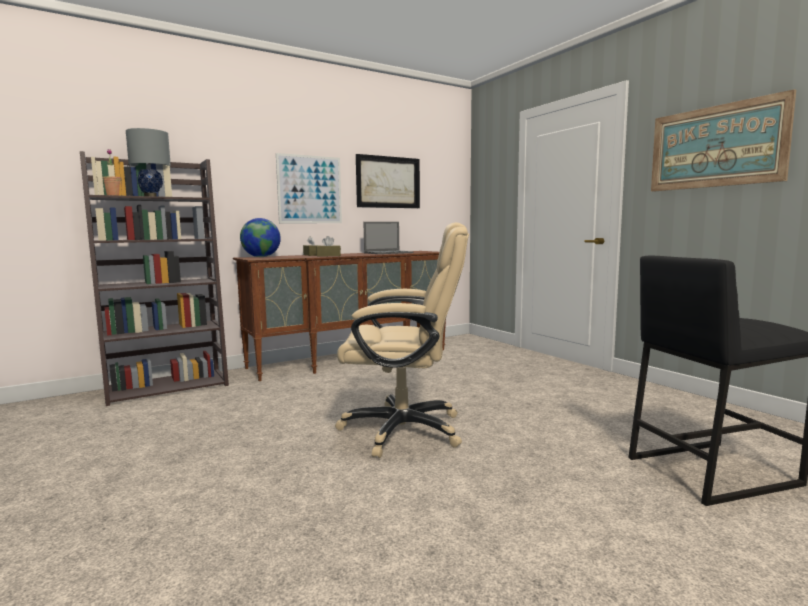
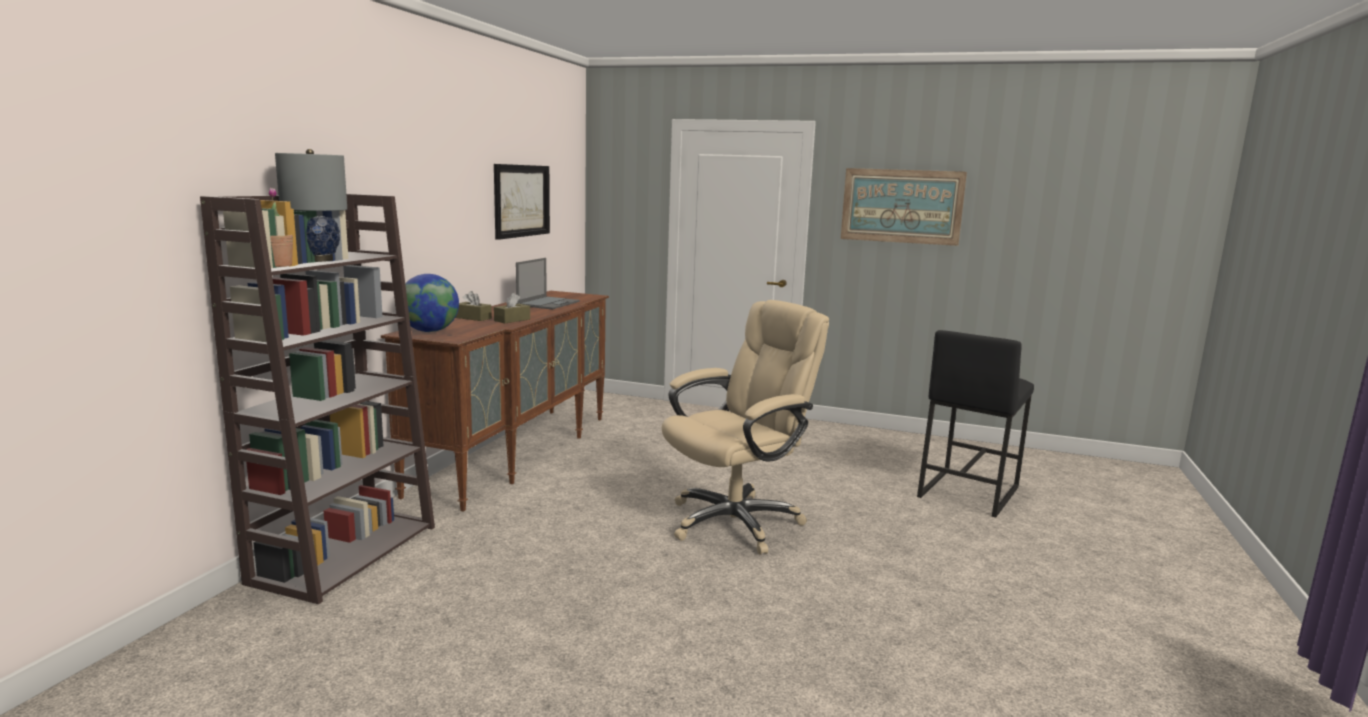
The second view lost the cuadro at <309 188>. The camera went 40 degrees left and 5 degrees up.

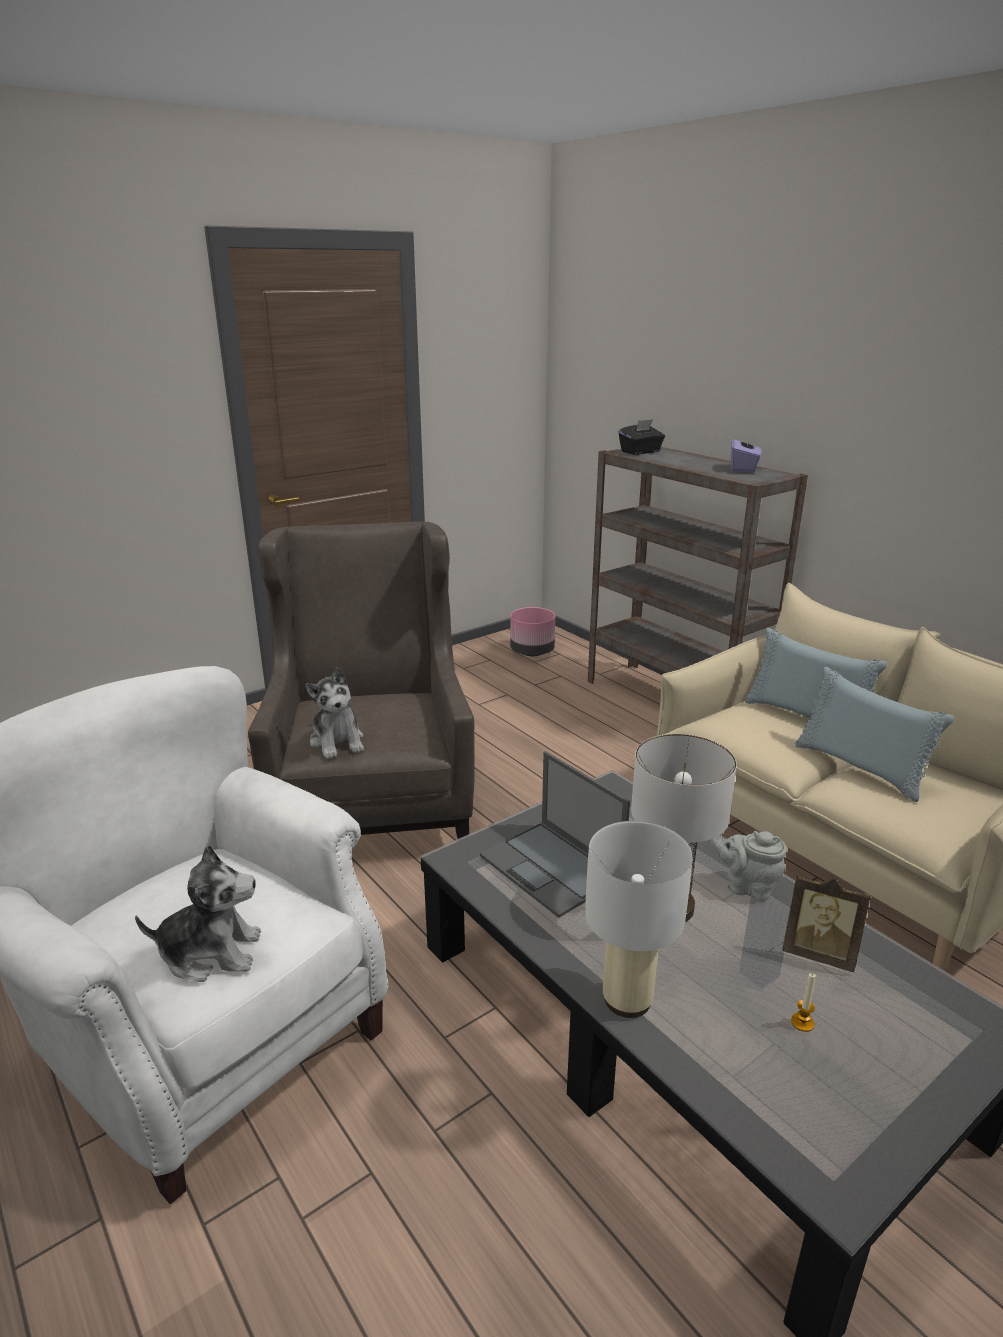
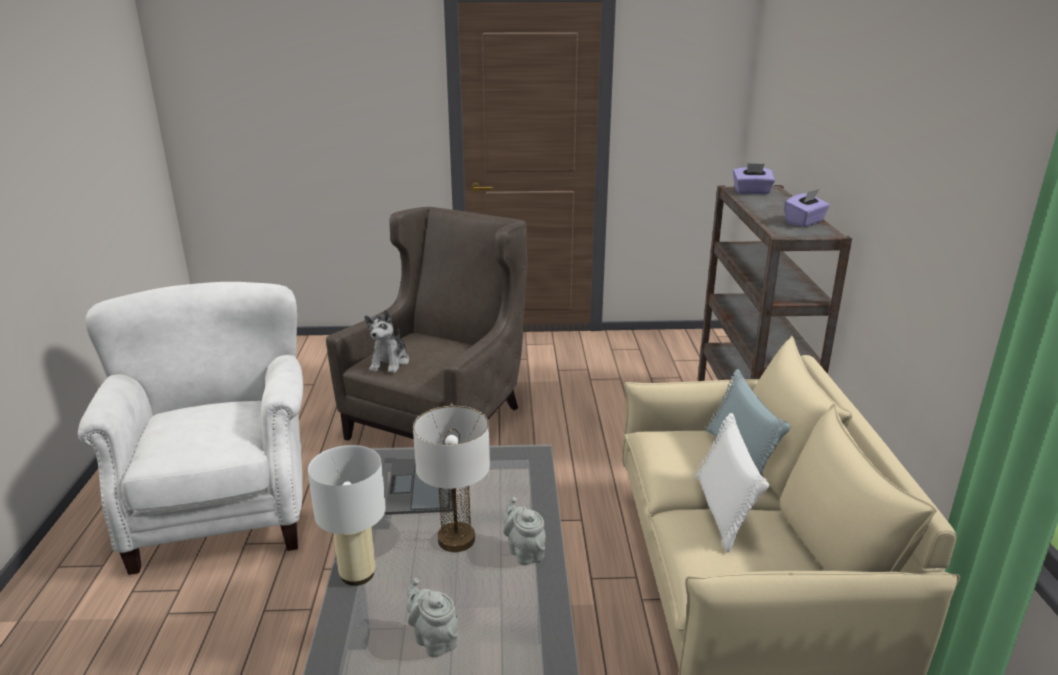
The second view lost the peluche at <198 913>. The second view lost the maceta/rosa at <532 631>. What was the caja de pañuelos/negro at <642 437> turned into the caja de pañuelos/morado at <754 178>. The second view lost the portarretratos at <826 924>. Where the vela stood at <803 1002>, the tetera/gris came to stand at <432 617>. What was the cojín/azul at <874 734> turned into the cojín/blanco at <731 482>. The camera went 35 degrees right and 0 degrees up.

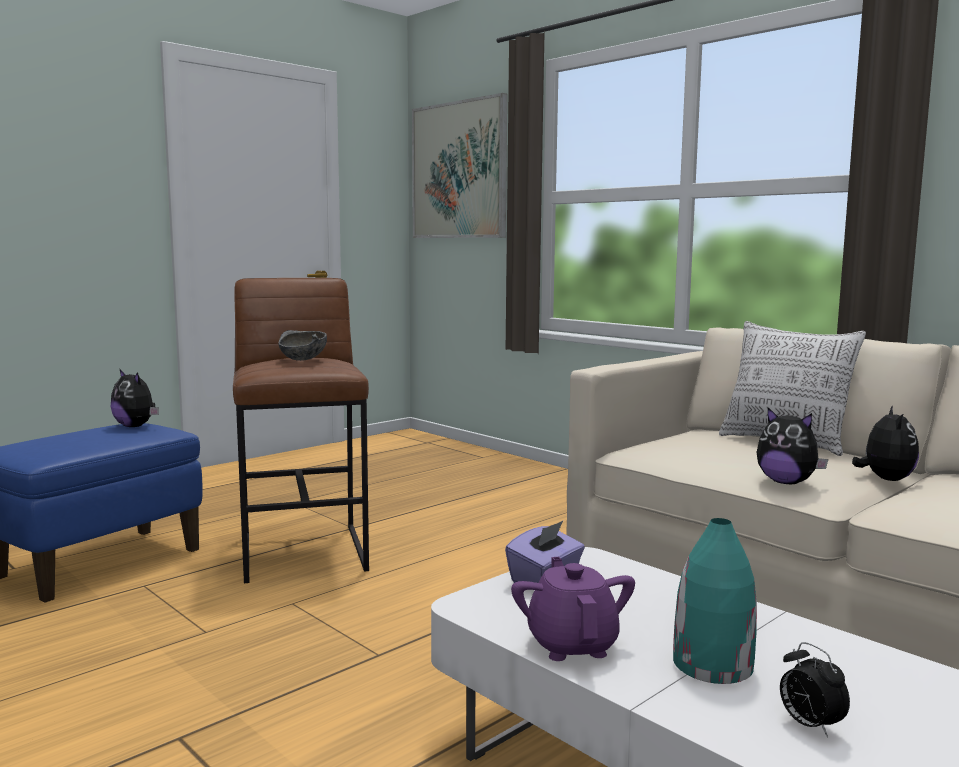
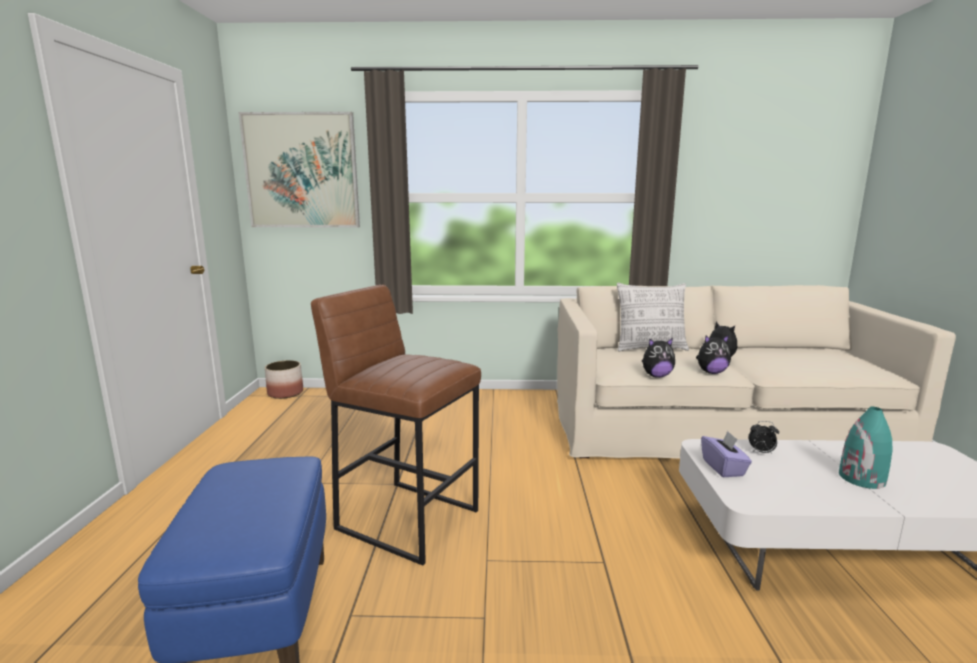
The peluche ended up elsewhere, having gone from <135 398> to <658 358>. The second view lost the cuenco/gris at <303 345>. The second view lost the tetera/morado at <573 609>. The despertador ended up elsewhere, having gone from <815 690> to <764 437>. The second view gained the maceta at <284 379>. The camera went 45 degrees left and 5 degrees up.

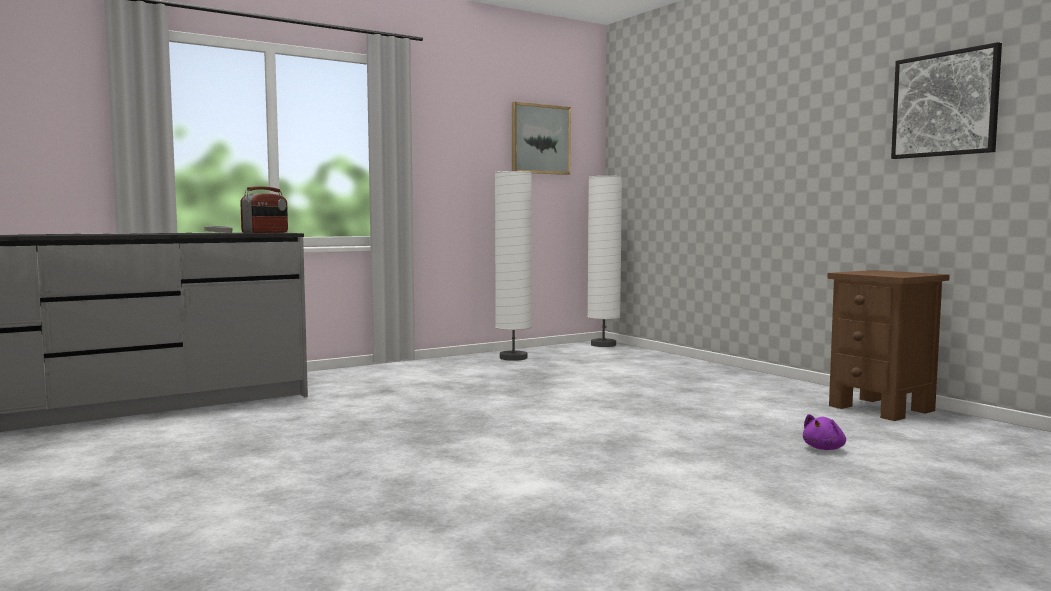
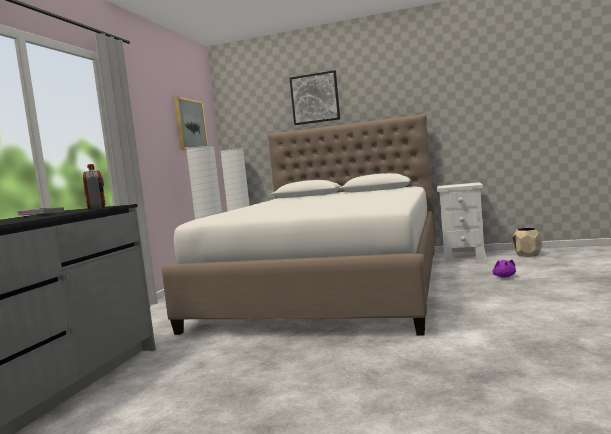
What was the mesita de noche/marrón at <888 345> turned into the mesita de noche/blanco at <461 221>. The cuadro ended up elsewhere, having gone from <946 100> to <315 97>. The second view gained the cama/blanco at <299 225>. The second view gained the maceta/beis at <527 242>. The camera went 40 degrees left and 0 degrees up.

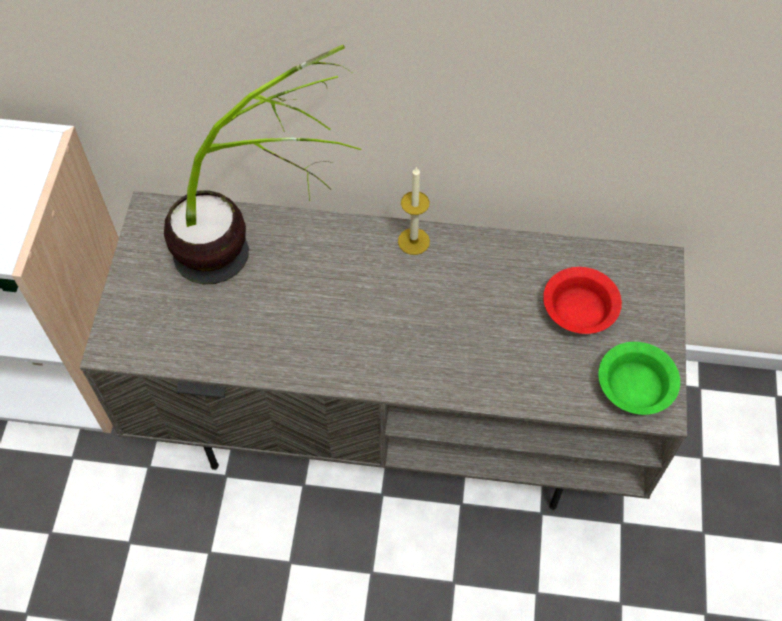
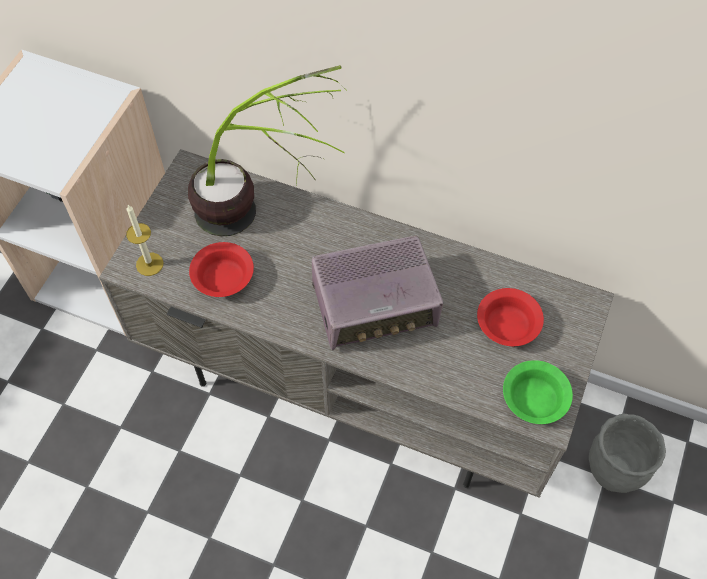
The vela ended up elsewhere, having gone from <414 210> to <144 240>. The second view gained the cuenco/rojo at <221 269>. The second view gained the radio at <377 293>. The second view gained the maceta/gris at <627 453>. The camera went 15 degrees right and 0 degrees up.

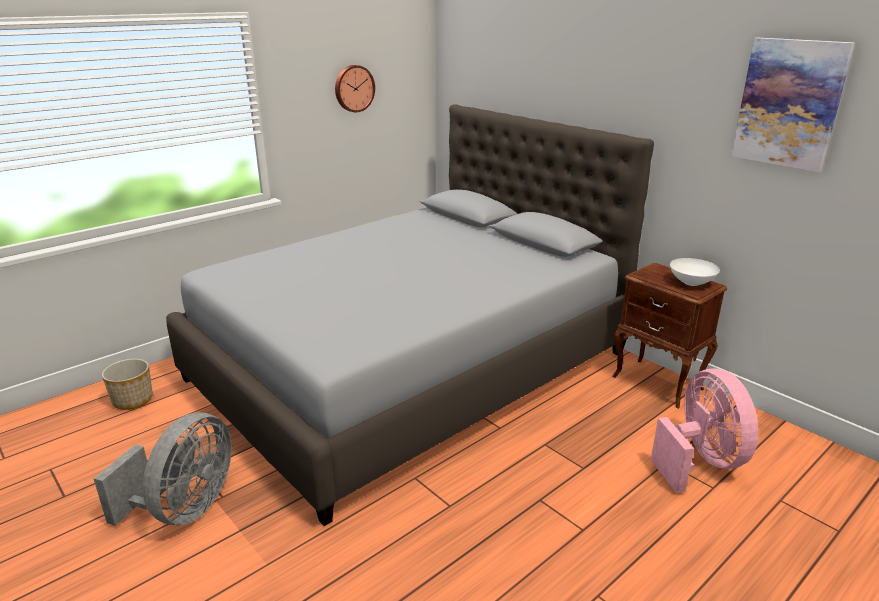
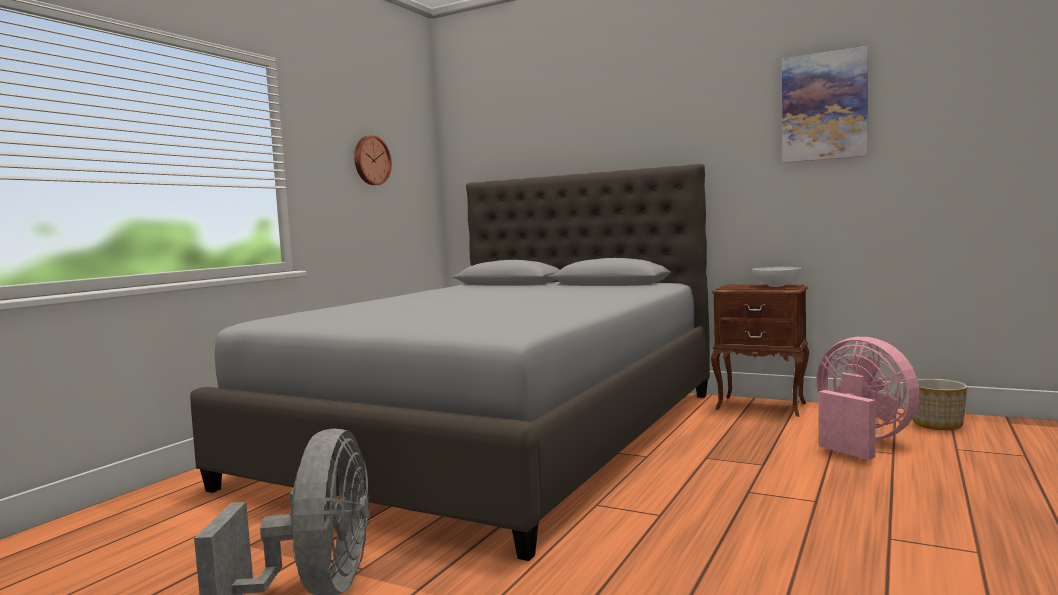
The maceta ended up elsewhere, having gone from <127 384> to <940 404>. The camera went 20 degrees left and 20 degrees down.

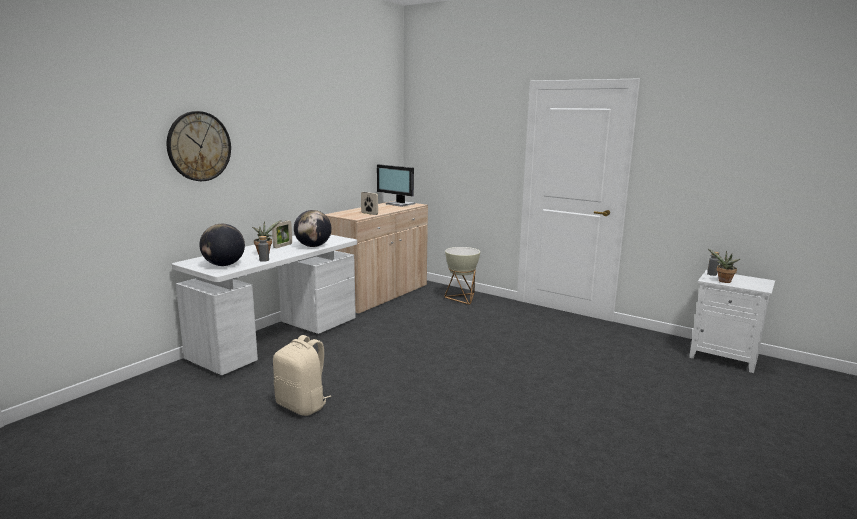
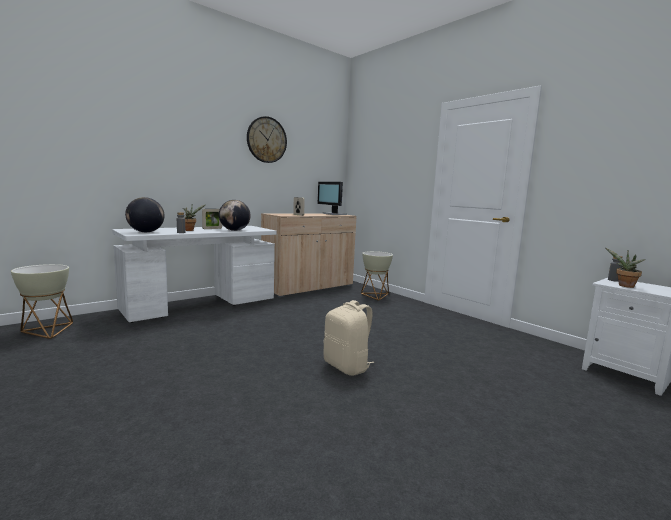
The reloj de pared ended up elsewhere, having gone from <199 146> to <267 139>. The mochila/beis ended up elsewhere, having gone from <302 375> to <349 338>. The second view gained the maceta at <42 301>. The camera went 15 degrees right and 5 degrees down.

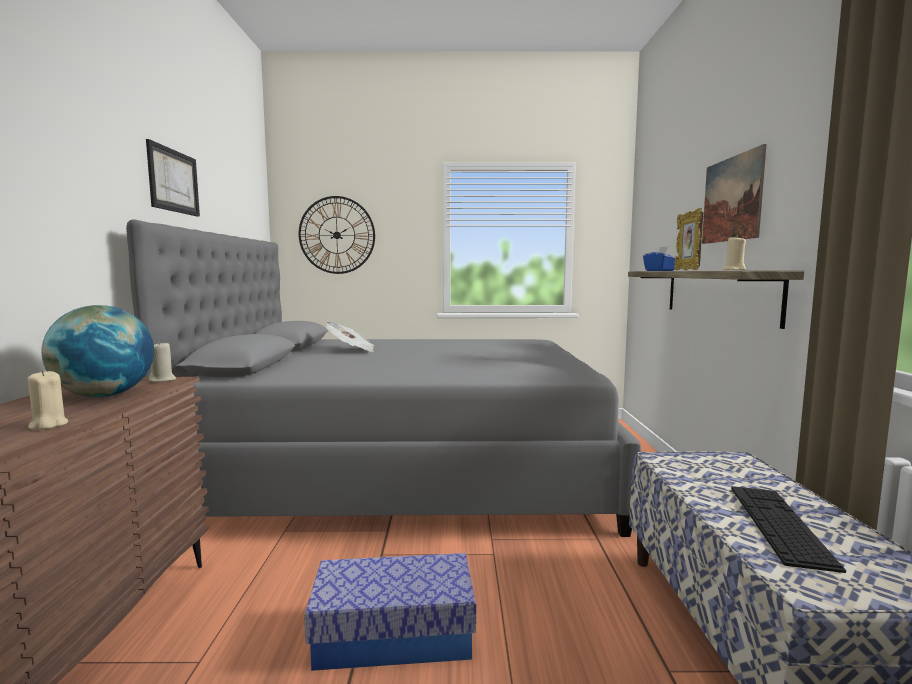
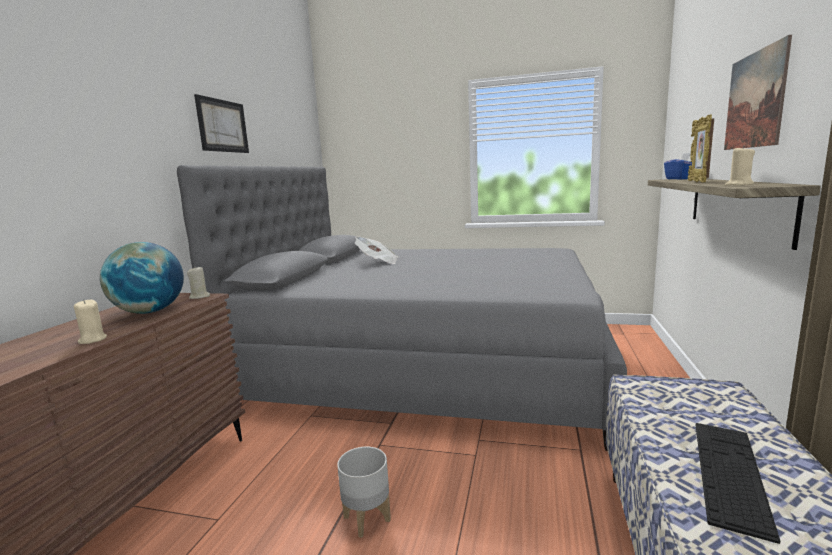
The second view lost the reloj de pared at <337 235>. Where the caja de almacenaje stood at <390 612>, the maceta/gris came to stand at <364 492>. The camera went 15 degrees right and 5 degrees up.

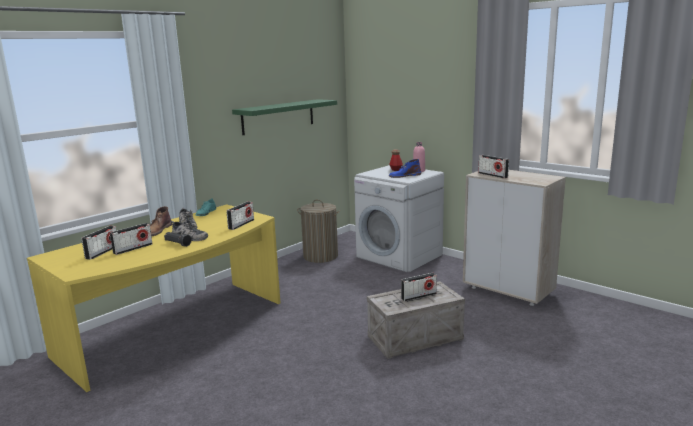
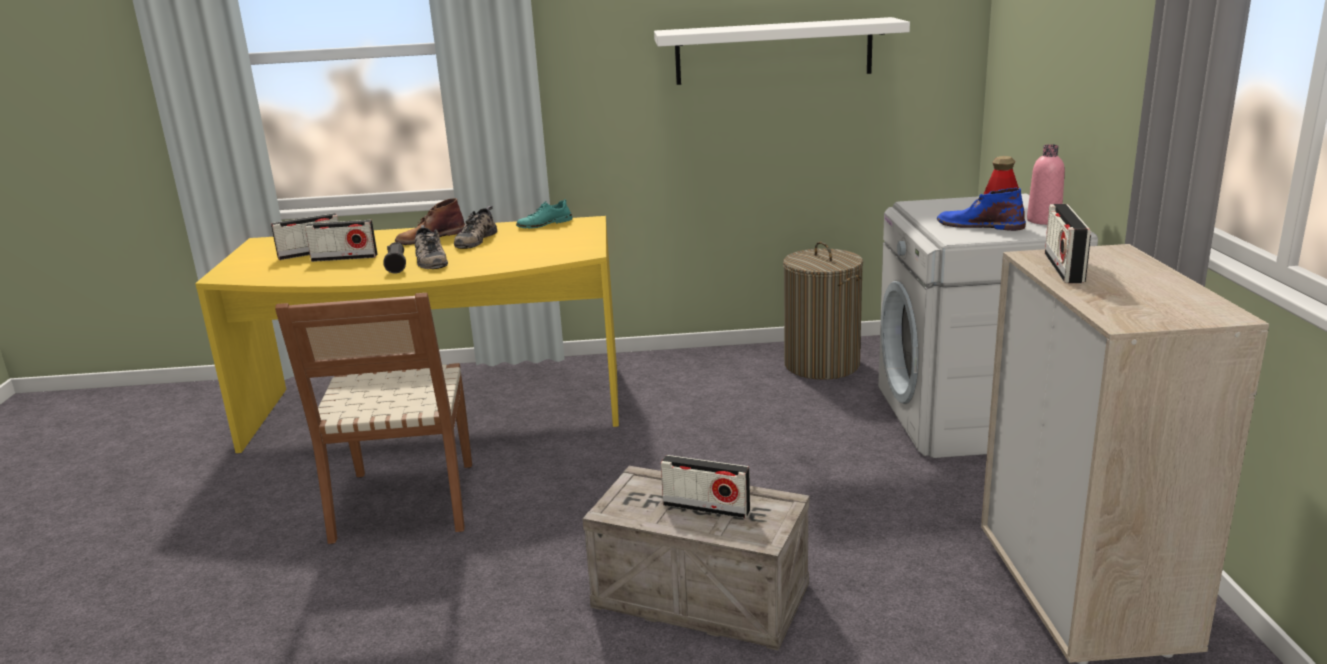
The second view lost the radio at <240 215>. What was the estante/verde at <284 117> turned into the estante/blanco at <782 51>. The second view gained the silla at <373 418>. The camera went 45 degrees right and 5 degrees up.

